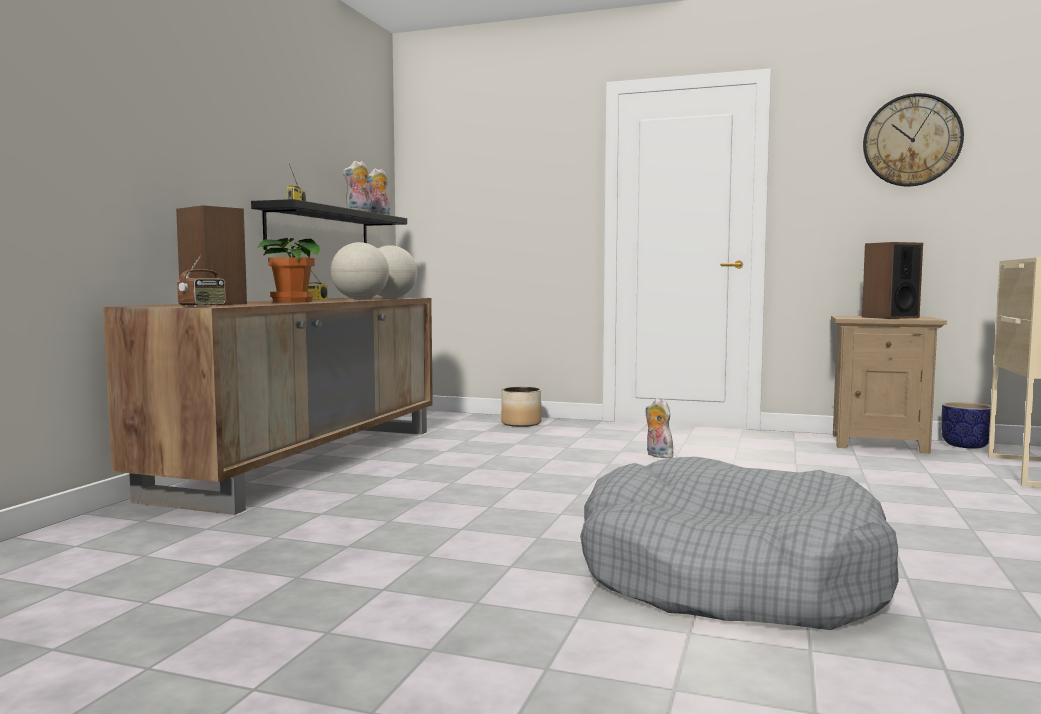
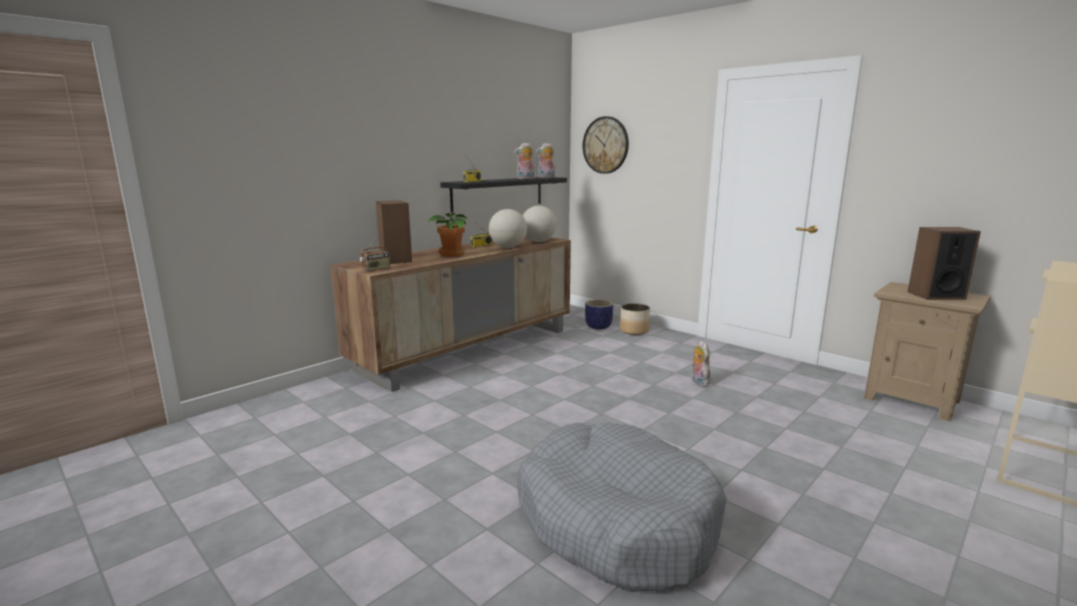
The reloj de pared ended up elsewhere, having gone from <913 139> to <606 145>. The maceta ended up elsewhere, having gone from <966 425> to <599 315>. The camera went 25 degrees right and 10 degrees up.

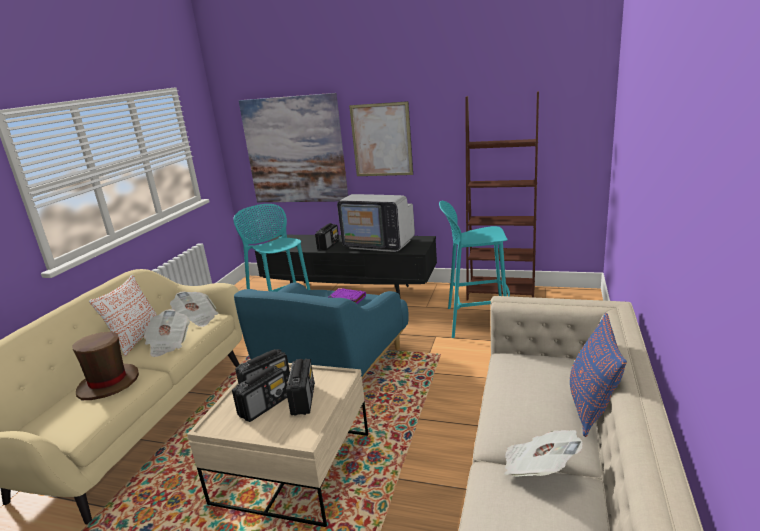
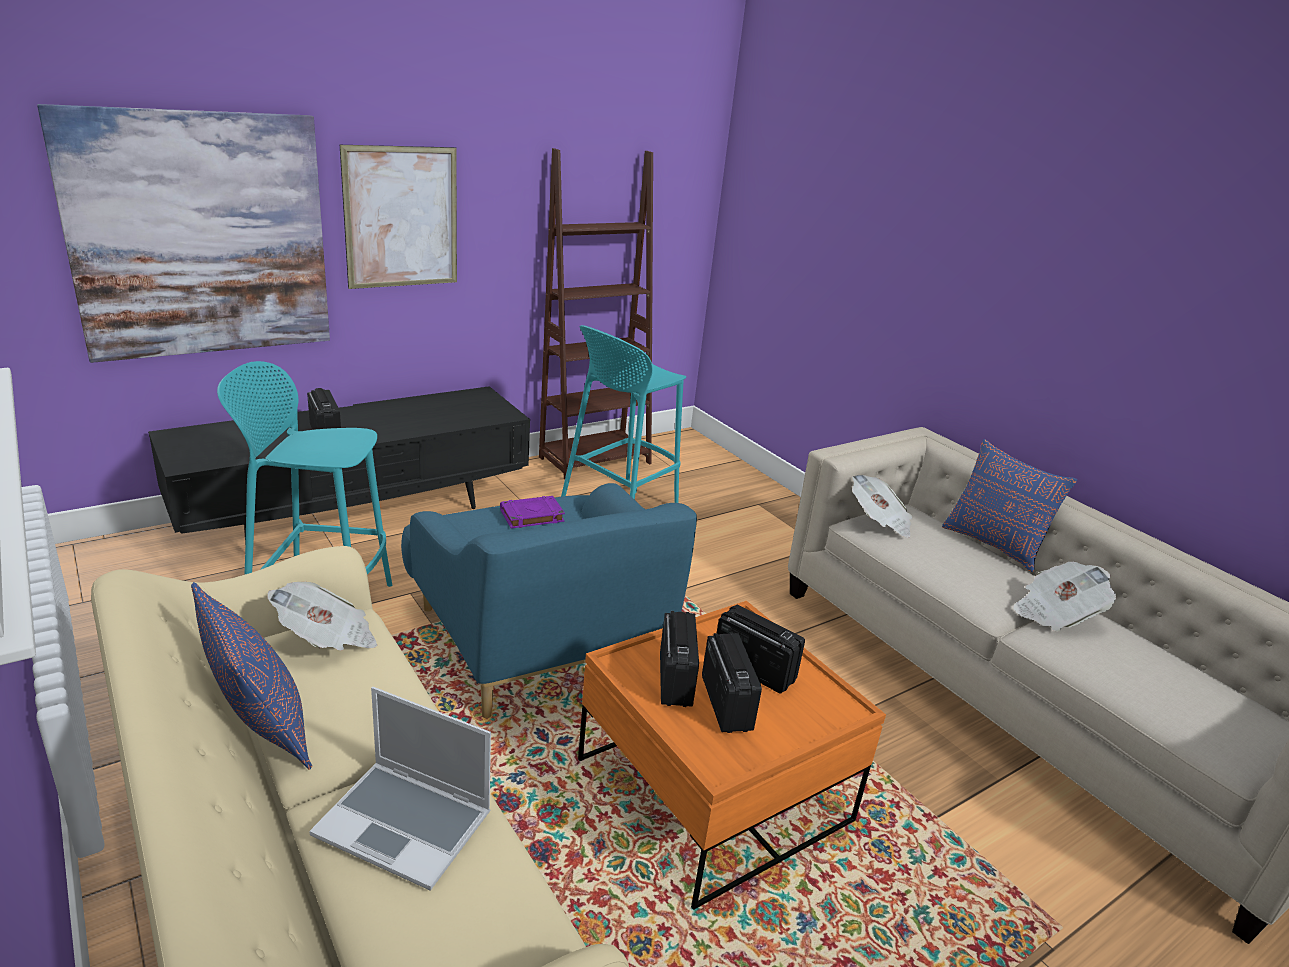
Where the sombrero/marrón stood at <105 366>, the portátil came to stand at <400 789>. What was the cojín/blanco at <123 315> turned into the cojín/azul at <251 676>. The periódico ended up elsewhere, having gone from <166 333> to <882 506>. What was the mesa de centro/beis at <278 445> turned into the mesa de centro/naranja at <732 755>. The second view lost the televisor at <376 223>. The camera went 55 degrees left and 5 degrees up.

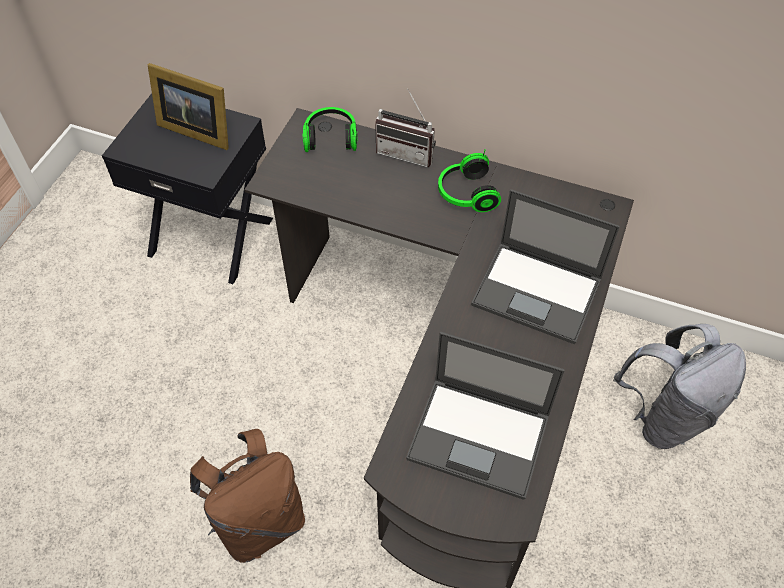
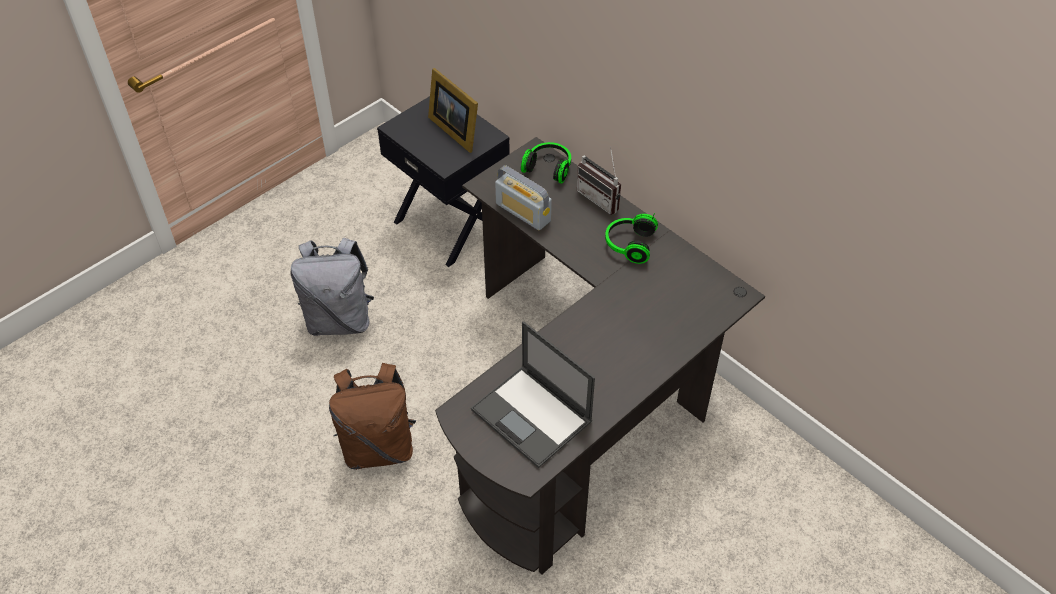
The second view lost the portátil at <545 266>. The mochila/gris ended up elsewhere, having gone from <679 386> to <332 287>. The second view gained the radio at <523 198>. The camera went 25 degrees right and 5 degrees down.

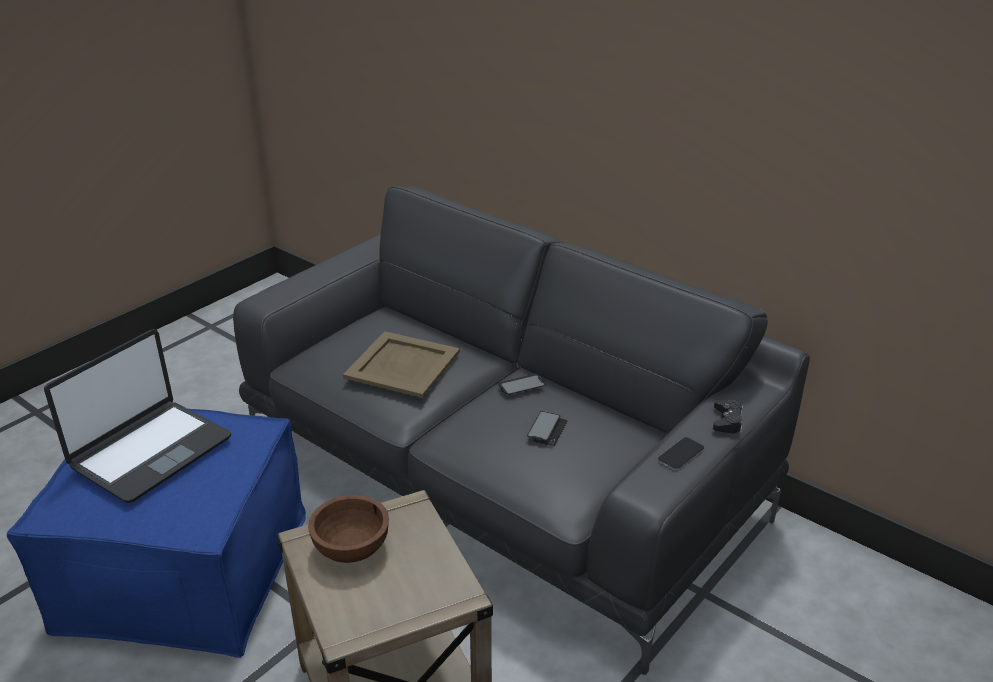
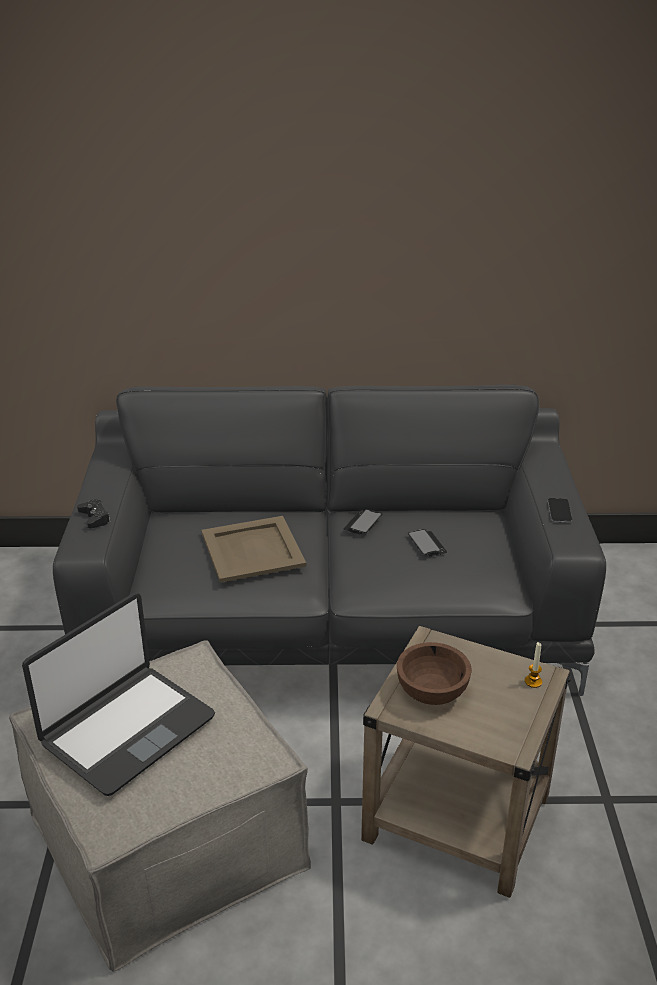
What was the puf/azul at <156 533> turned into the puf/beis at <160 805>. The portátil at <137 416> ended up facing another way, 45 degrees clockwise from before. The mando de consola/negro ended up elsewhere, having gone from <728 416> to <94 514>. The second view gained the vela at <533 665>. The camera went 40 degrees left and 0 degrees up.

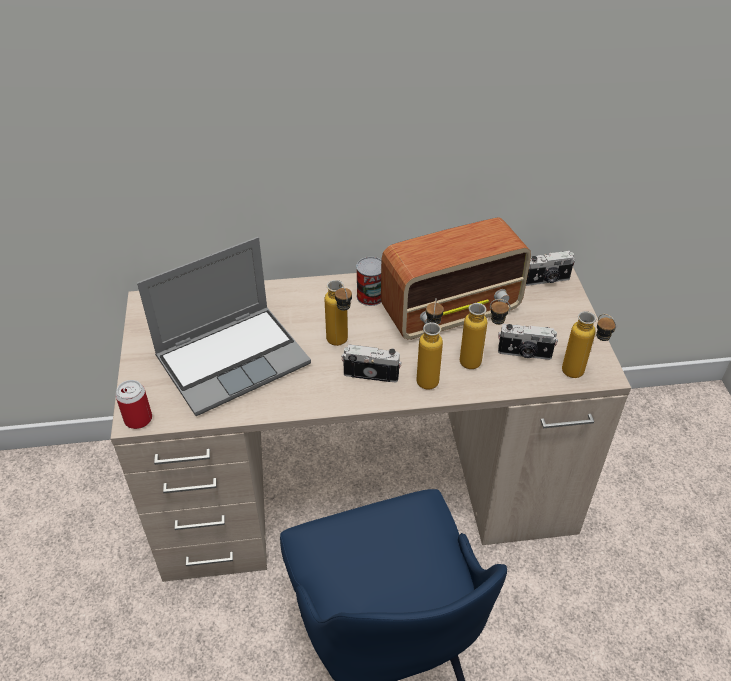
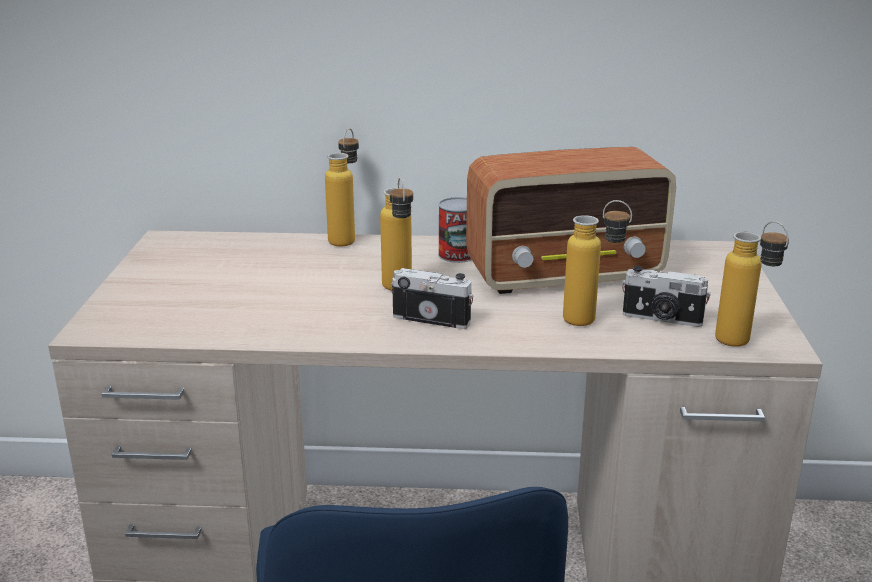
The second view lost the lata at <133 404>. The second view lost the portátil at <224 326>. The botella ended up elsewhere, having gone from <430 344> to <342 187>. The second view lost the cámara at <550 268>. The camera went 10 degrees right and 20 degrees down.

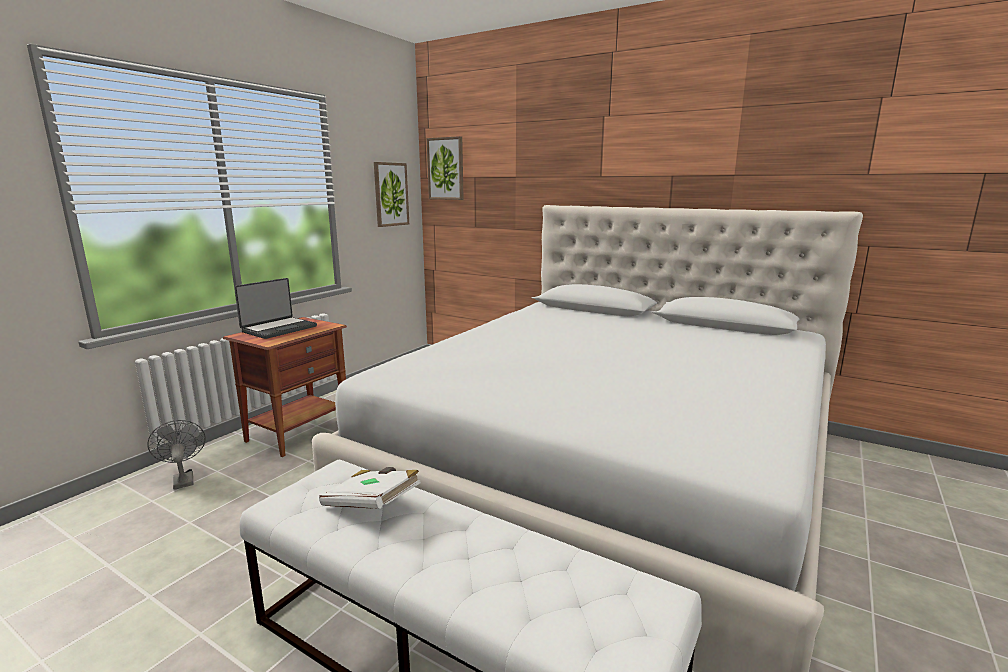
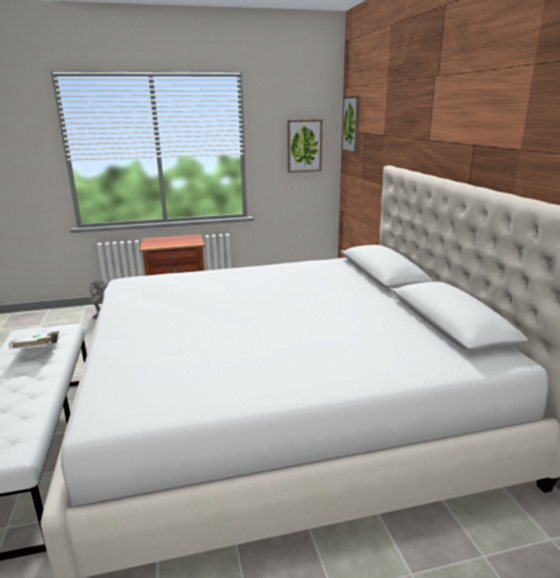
The second view lost the portátil at <275 308>. The camera went 45 degrees right and 5 degrees up.

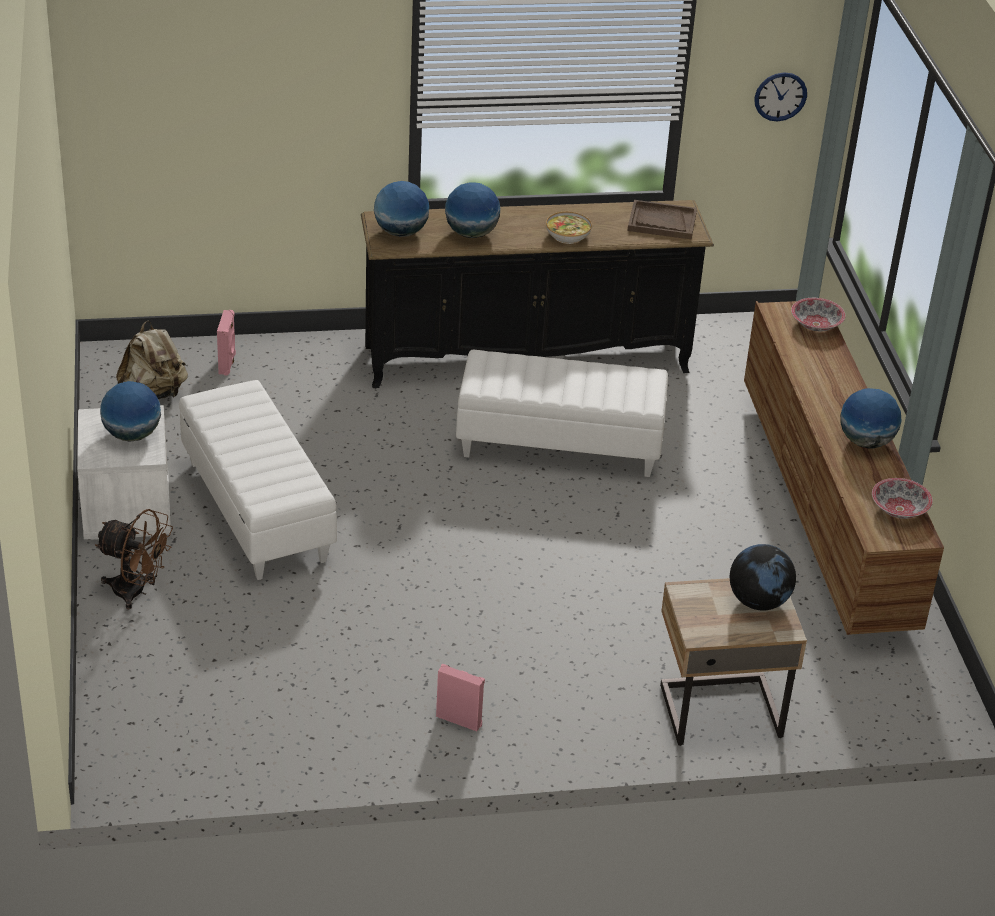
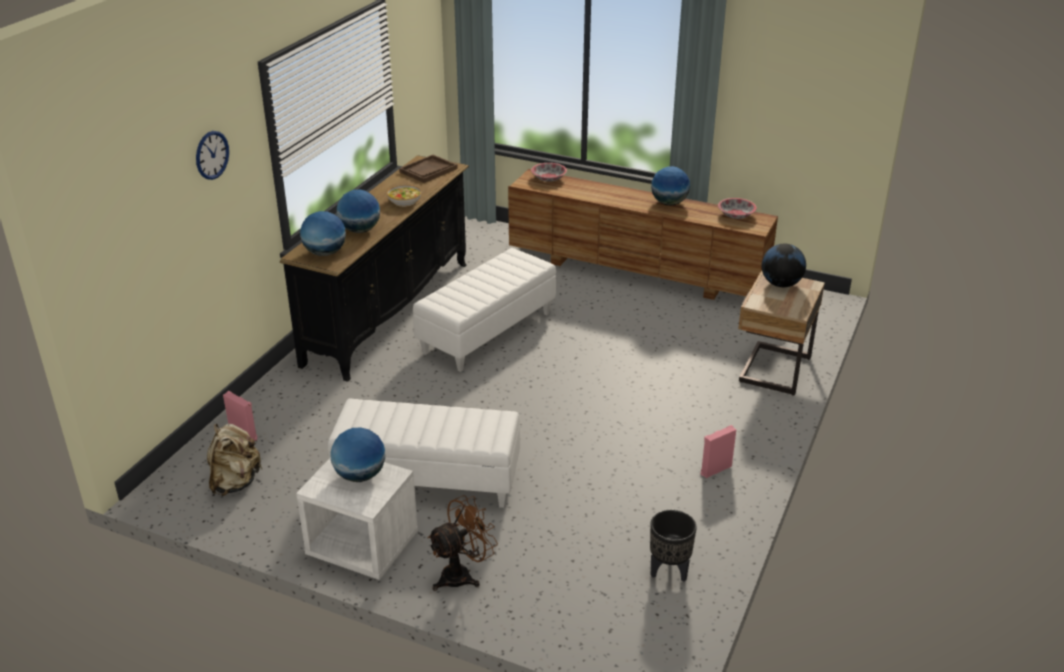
The reloj de pared ended up elsewhere, having gone from <780 97> to <212 155>. The second view gained the maceta/negro at <673 546>. The camera went 55 degrees left and 5 degrees down.

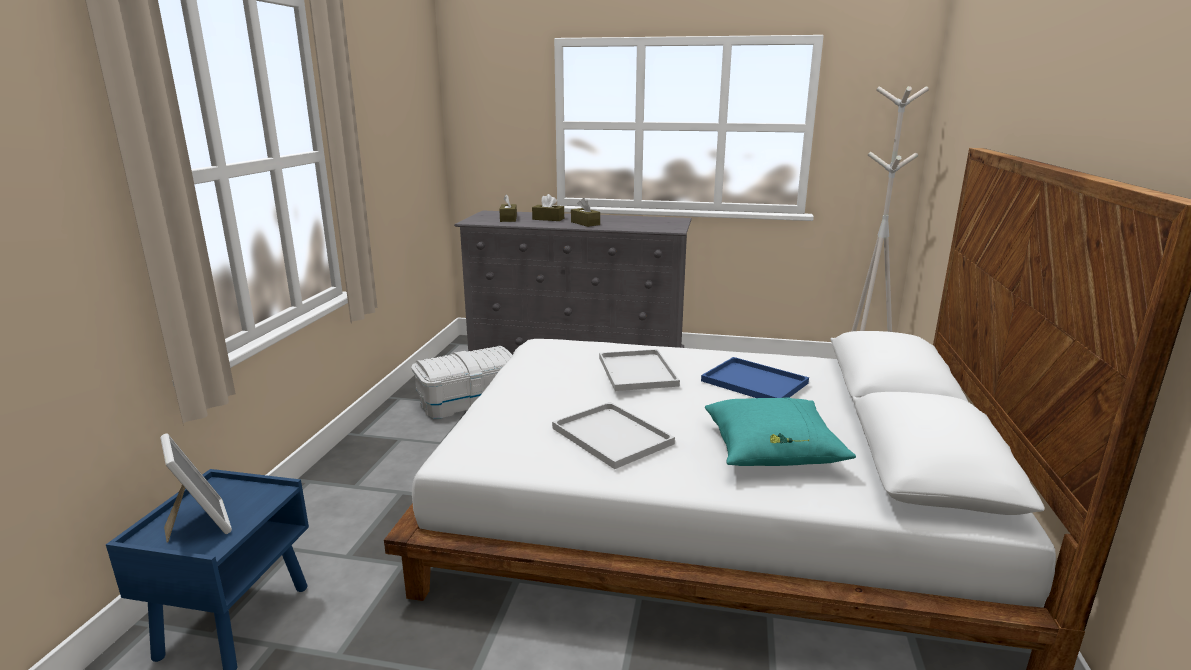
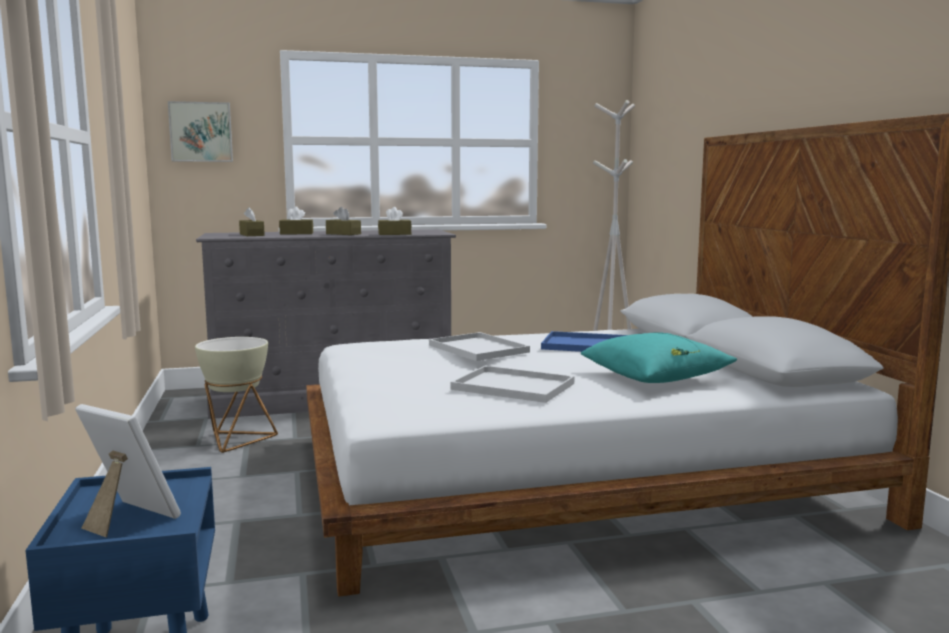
Where the caja de almacenaje/blanco stood at <462 382>, the maceta came to stand at <236 395>. The second view gained the cuadro at <200 131>. The second view gained the caja de pañuelos/marrón at <395 221>. The camera went 25 degrees left and 10 degrees down.

